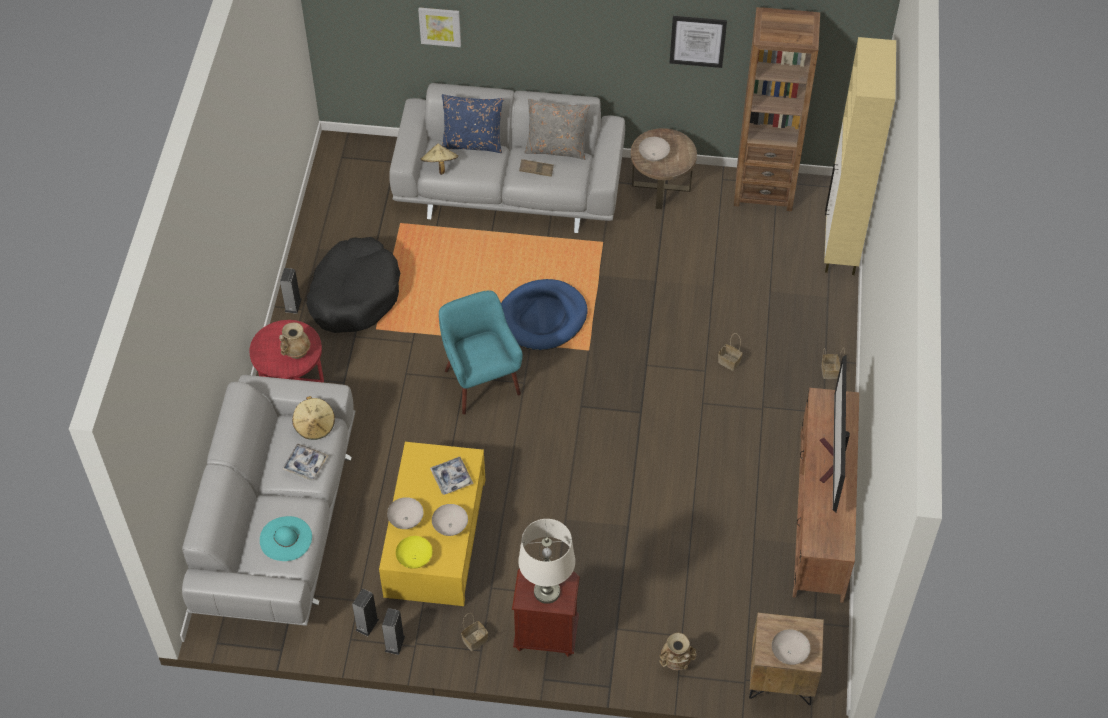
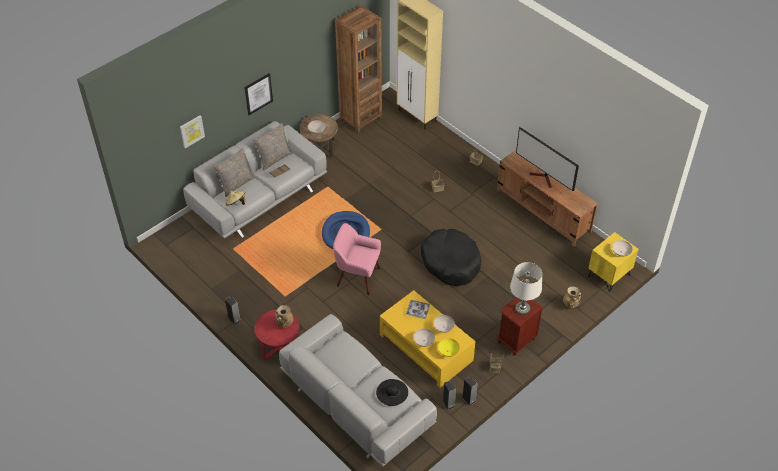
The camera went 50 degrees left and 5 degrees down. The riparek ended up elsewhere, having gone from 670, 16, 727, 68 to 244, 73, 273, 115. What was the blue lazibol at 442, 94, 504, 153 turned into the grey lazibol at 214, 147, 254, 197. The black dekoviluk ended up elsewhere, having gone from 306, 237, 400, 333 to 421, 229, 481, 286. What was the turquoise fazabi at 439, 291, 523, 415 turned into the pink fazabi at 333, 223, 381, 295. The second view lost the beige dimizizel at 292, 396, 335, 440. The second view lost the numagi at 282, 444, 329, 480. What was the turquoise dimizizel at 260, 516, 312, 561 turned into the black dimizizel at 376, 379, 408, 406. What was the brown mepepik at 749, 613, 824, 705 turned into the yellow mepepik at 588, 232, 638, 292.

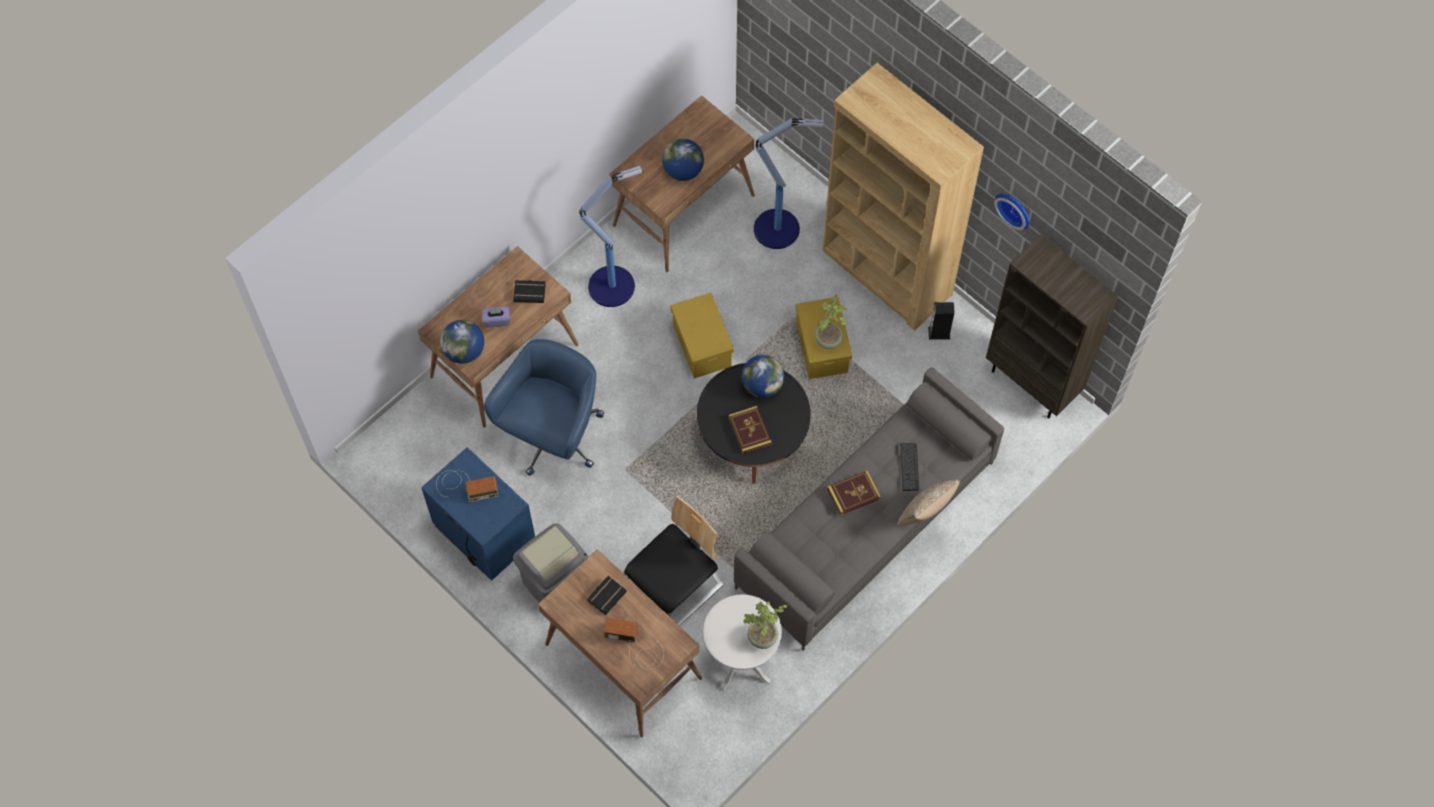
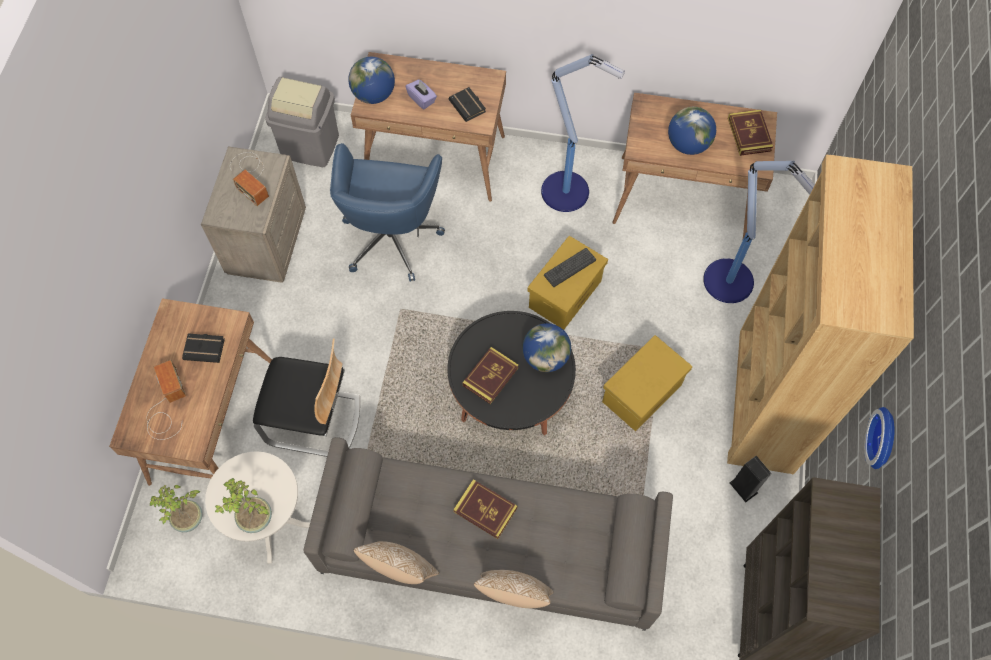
The camera went 55 degrees right and 0 degrees up. The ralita ended up elsewhere, having gone from 815, 294, 846, 349 to 149, 485, 202, 532. The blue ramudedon at 484, 339, 604, 476 ended up facing another way, 105 degrees clockwise from before. The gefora ended up elsewhere, having gone from 900, 443, 919, 491 to 544, 248, 596, 287. What was the blue mepepik at 421, 447, 535, 581 turned into the beige mepepik at 201, 146, 306, 283. The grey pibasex ended up elsewhere, having gone from 513, 523, 588, 603 to 265, 77, 339, 167. The second view gained the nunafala at 728, 109, 773, 156. The second view gained the lazibol at 354, 541, 439, 584.

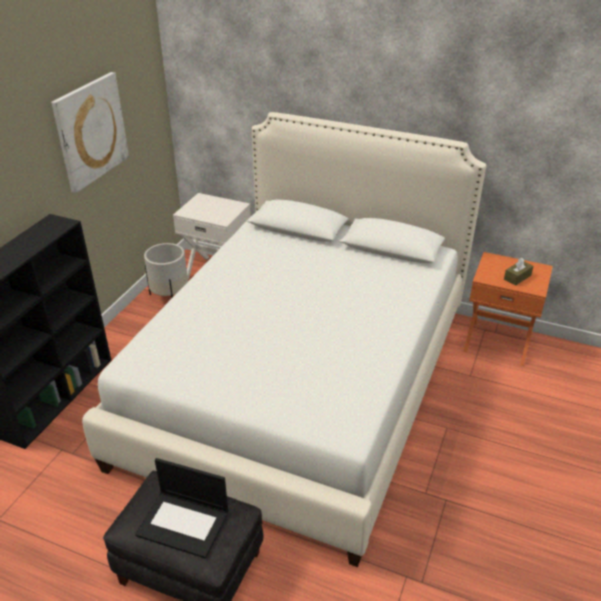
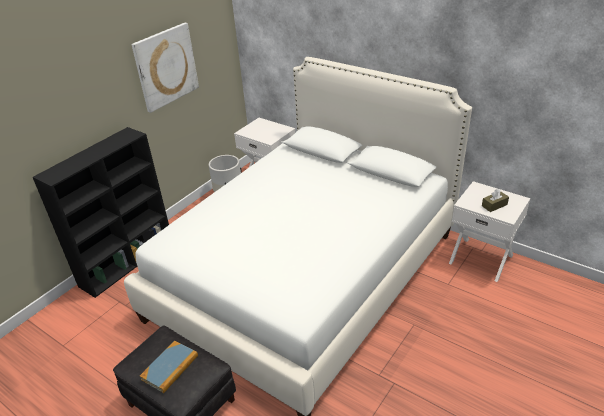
The camera went 15 degrees right and 0 degrees up. What was the orange mepepik at 464, 252, 553, 367 turned into the white mepepik at 449, 181, 530, 282. Where the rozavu stood at 135, 458, 228, 559, the nunafala came to stand at 140, 341, 198, 393.

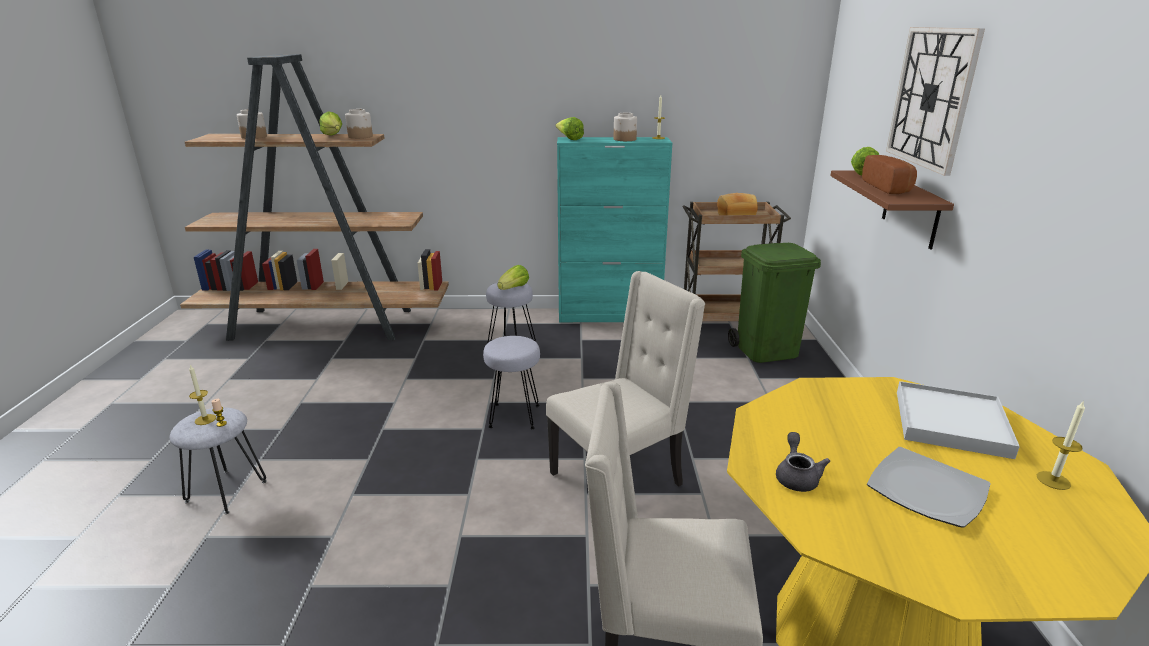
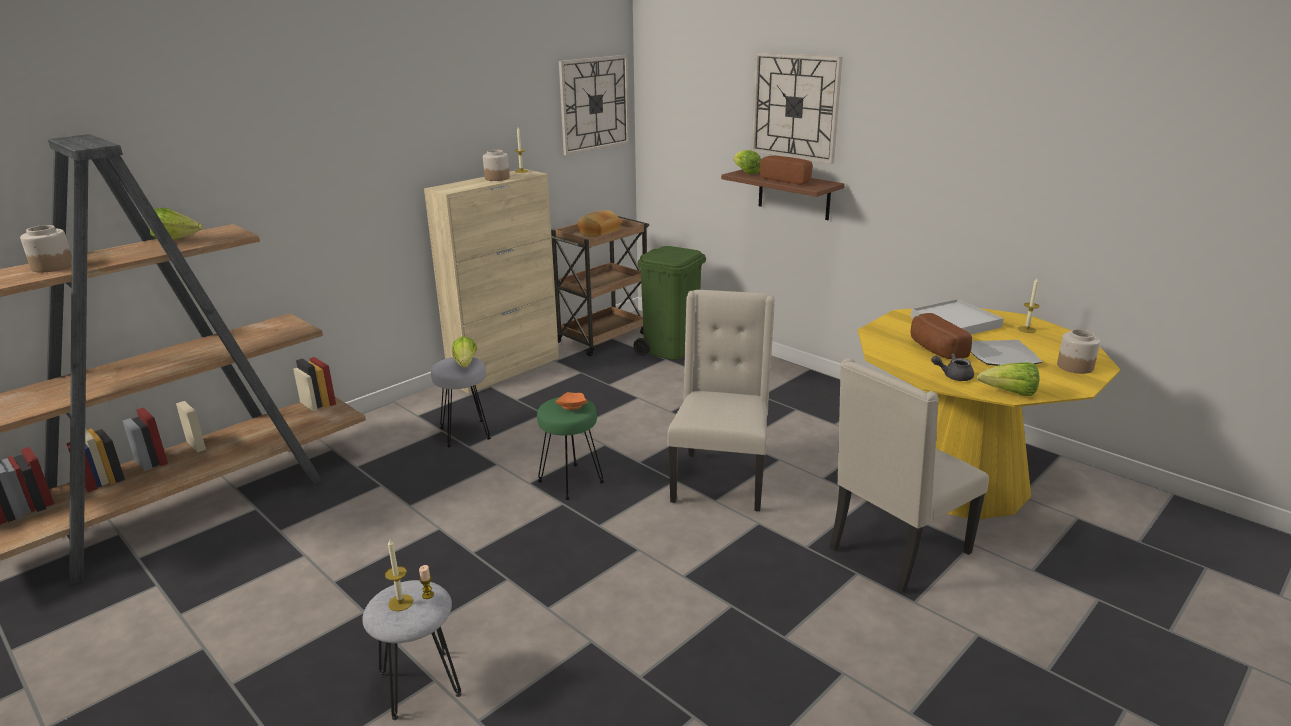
The camera went 45 degrees left and 0 degrees up. The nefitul ended up elsewhere, having gone from 345, 109, 373, 139 to 1057, 329, 1100, 374. The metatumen ended up elsewhere, having gone from 555, 117, 584, 140 to 977, 362, 1040, 396. What was the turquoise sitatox at 557, 137, 673, 322 turned into the beige sitatox at 424, 169, 559, 394. What was the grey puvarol at 483, 336, 540, 429 turned into the green puvarol at 537, 397, 604, 500. The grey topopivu at 776, 432, 830, 492 ended up facing another way, 45 degrees counterclockwise from before. The second view gained the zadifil at 559, 55, 630, 155. The second view gained the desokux at 911, 313, 972, 359. The second view gained the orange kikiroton at 556, 392, 588, 410.

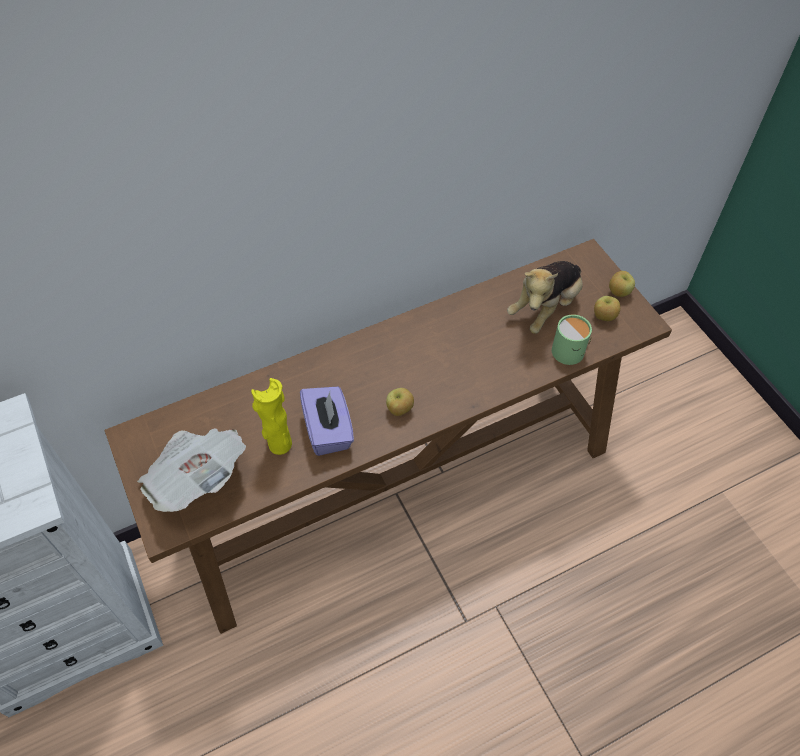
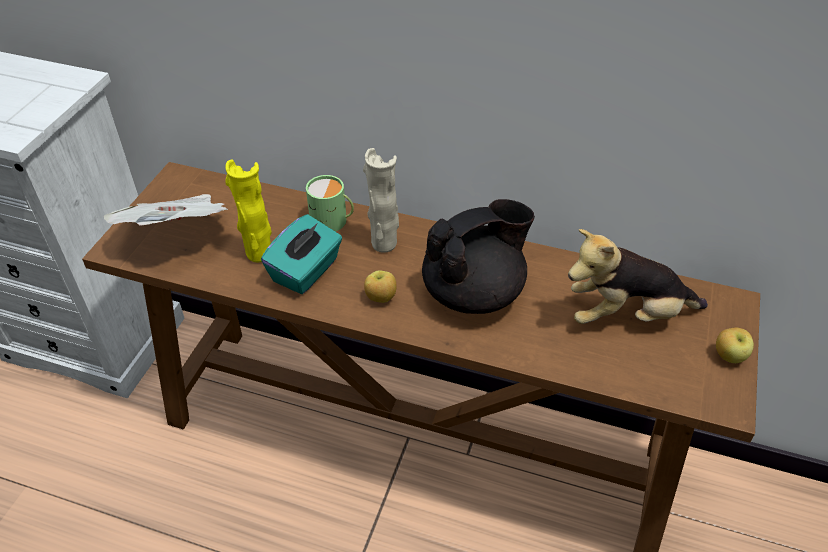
The camera went 45 degrees right and 10 degrees down. The second view lost the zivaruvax at 594, 296, 620, 321. The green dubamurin ended up elsewhere, having gone from 552, 314, 592, 365 to 306, 175, 354, 232. What was the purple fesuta at 300, 387, 354, 456 turned into the turquoise fesuta at 261, 214, 343, 294. The second view gained the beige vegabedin at 363, 148, 399, 253. The second view gained the black topopivu at 422, 199, 535, 314.

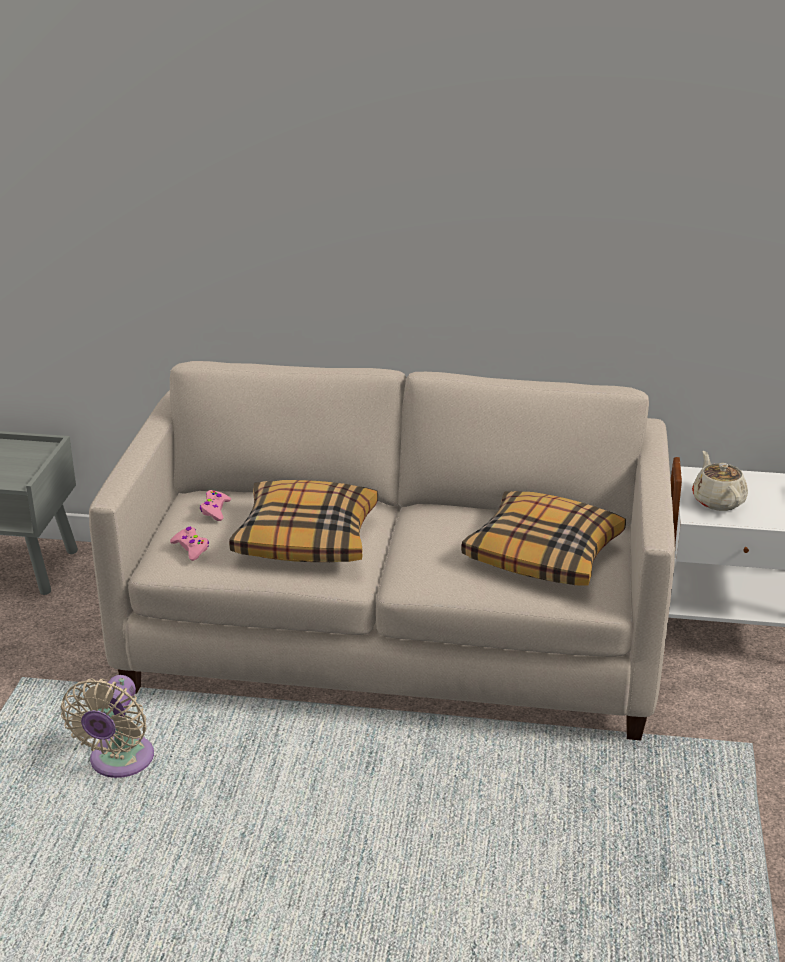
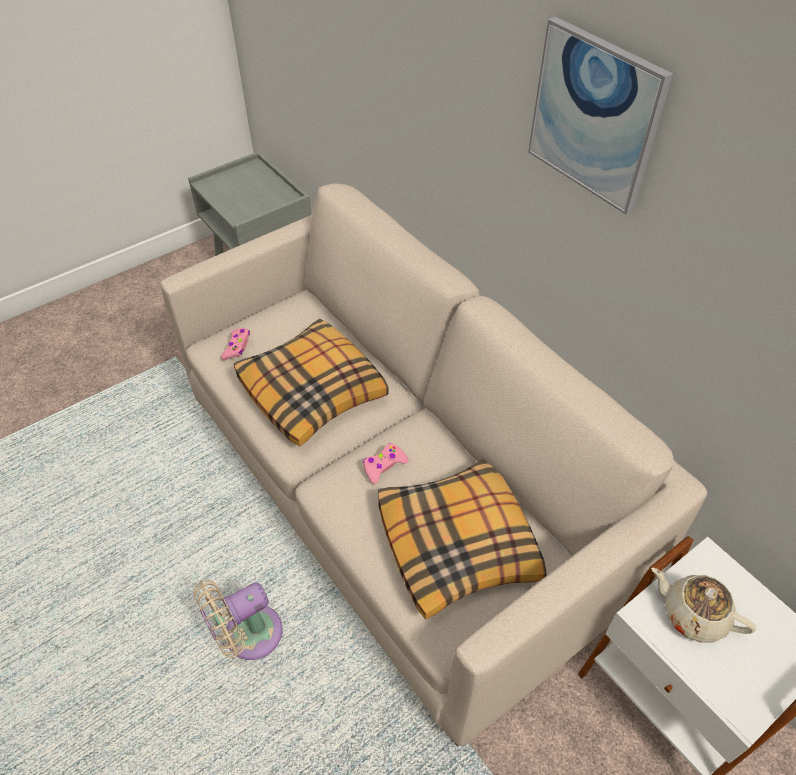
The camera went 45 degrees right and 20 degrees up. The beige topopivu at 692, 451, 748, 511 ended up facing another way, 90 degrees counterclockwise from before. The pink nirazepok ended up elsewhere, having gone from 200, 490, 231, 521 to 363, 443, 409, 484. The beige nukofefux ended up elsewhere, having gone from 61, 675, 154, 778 to 193, 579, 282, 660. The second view gained the riparek at 528, 17, 673, 215.

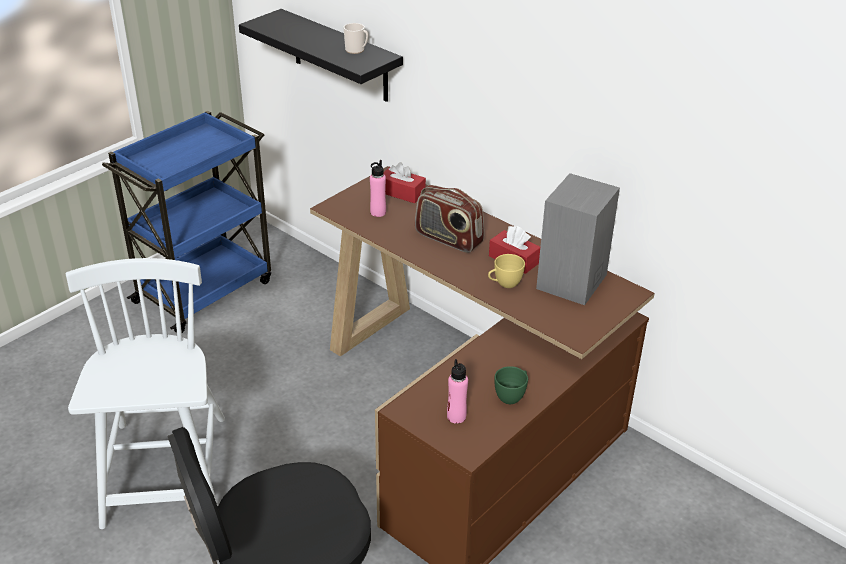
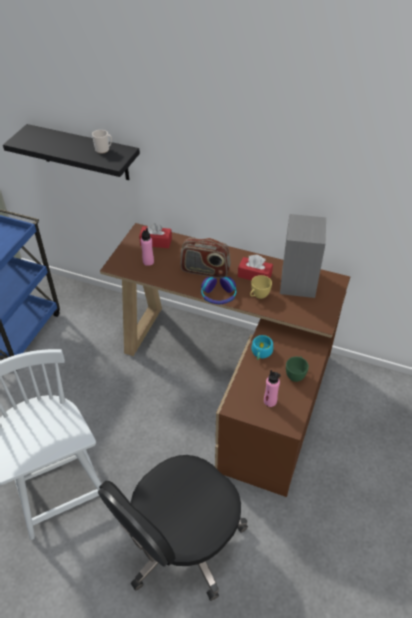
The camera went 20 degrees left and 10 degrees up. The second view gained the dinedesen at 201, 277, 237, 304. The second view gained the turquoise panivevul at 251, 335, 273, 360.

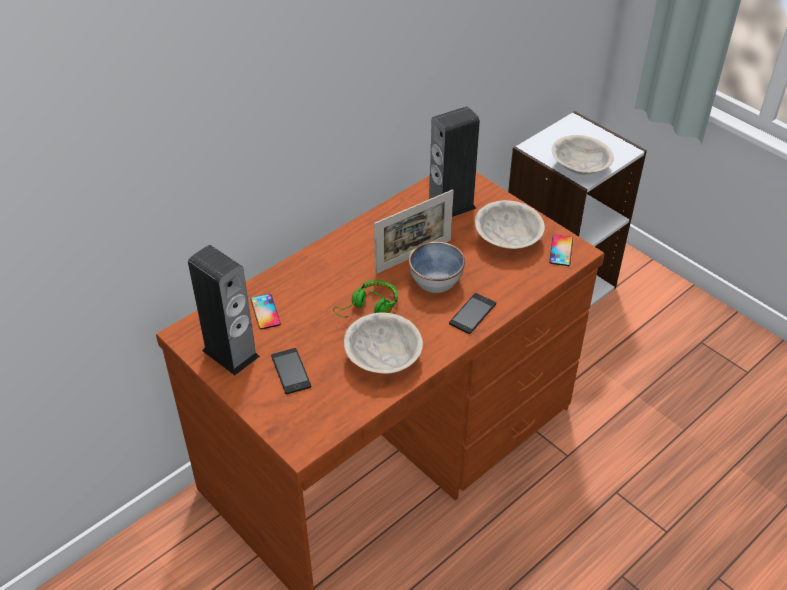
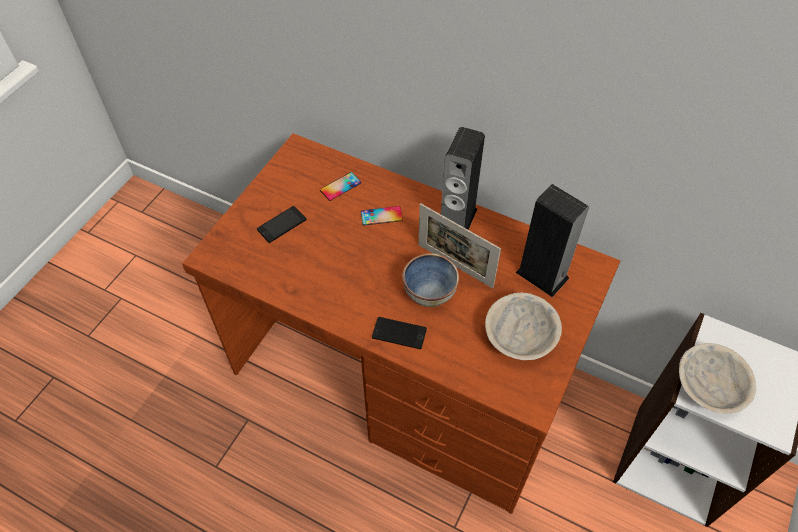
The camera went 70 degrees right and 10 degrees up. The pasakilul ended up elsewhere, having gone from 549, 235, 573, 266 to 361, 206, 403, 225. The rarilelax ended up elsewhere, having gone from 188, 245, 260, 375 to 441, 127, 485, 230. The second view lost the green dinedesen at 333, 280, 398, 318. The second view lost the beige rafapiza at 344, 312, 423, 374.

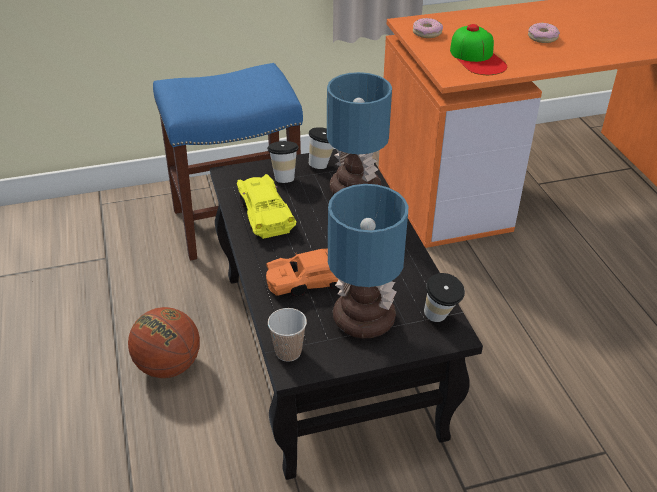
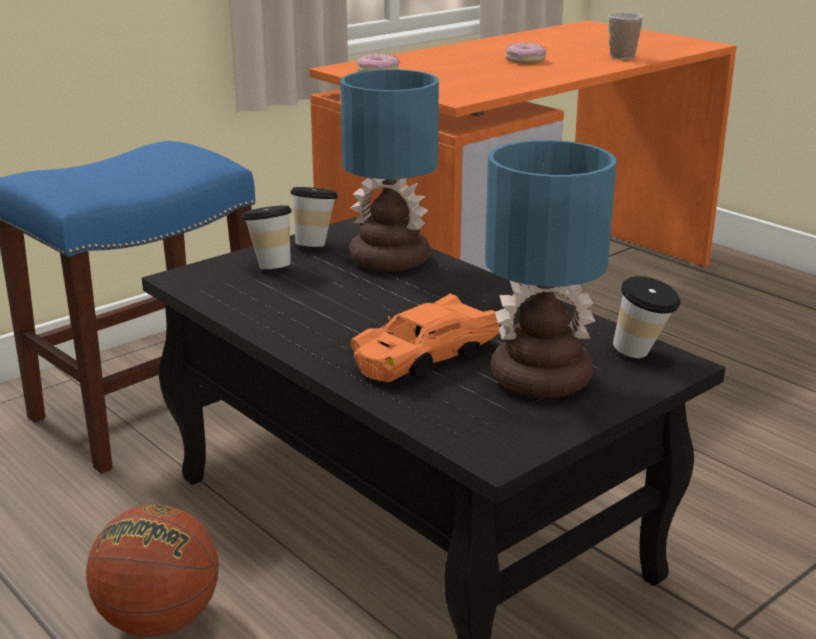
The camera went 25 degrees left and 15 degrees down. The second view lost the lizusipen at 450, 24, 507, 75. The second view lost the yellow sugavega at 237, 174, 297, 239. The panivevul ended up elsewhere, having gone from 268, 308, 307, 362 to 608, 13, 644, 59.

